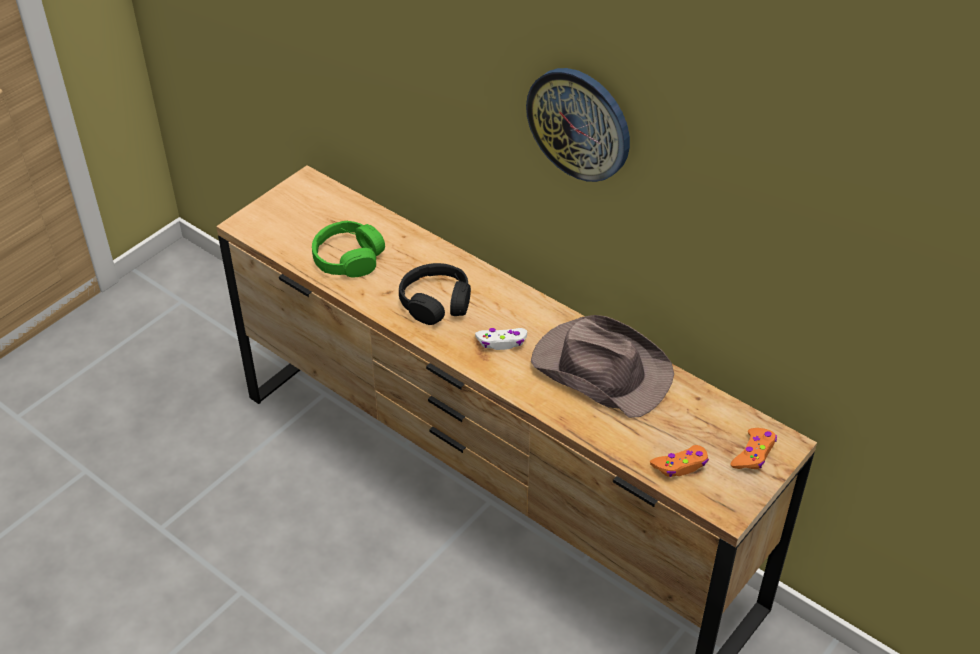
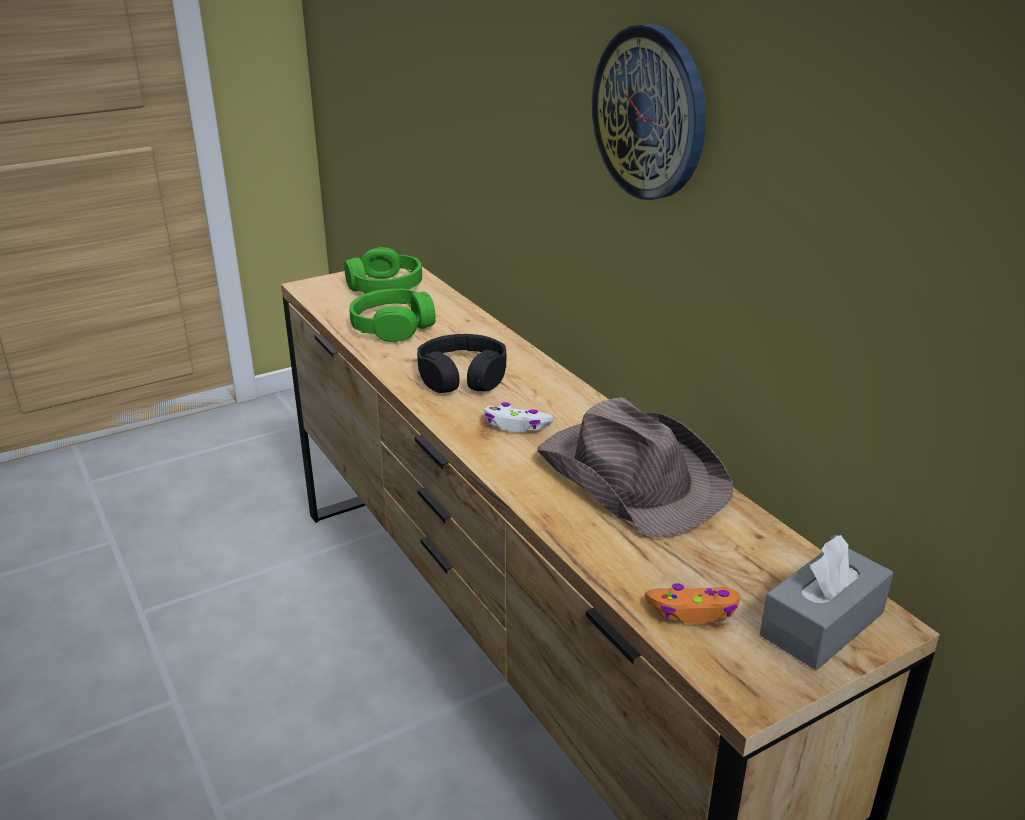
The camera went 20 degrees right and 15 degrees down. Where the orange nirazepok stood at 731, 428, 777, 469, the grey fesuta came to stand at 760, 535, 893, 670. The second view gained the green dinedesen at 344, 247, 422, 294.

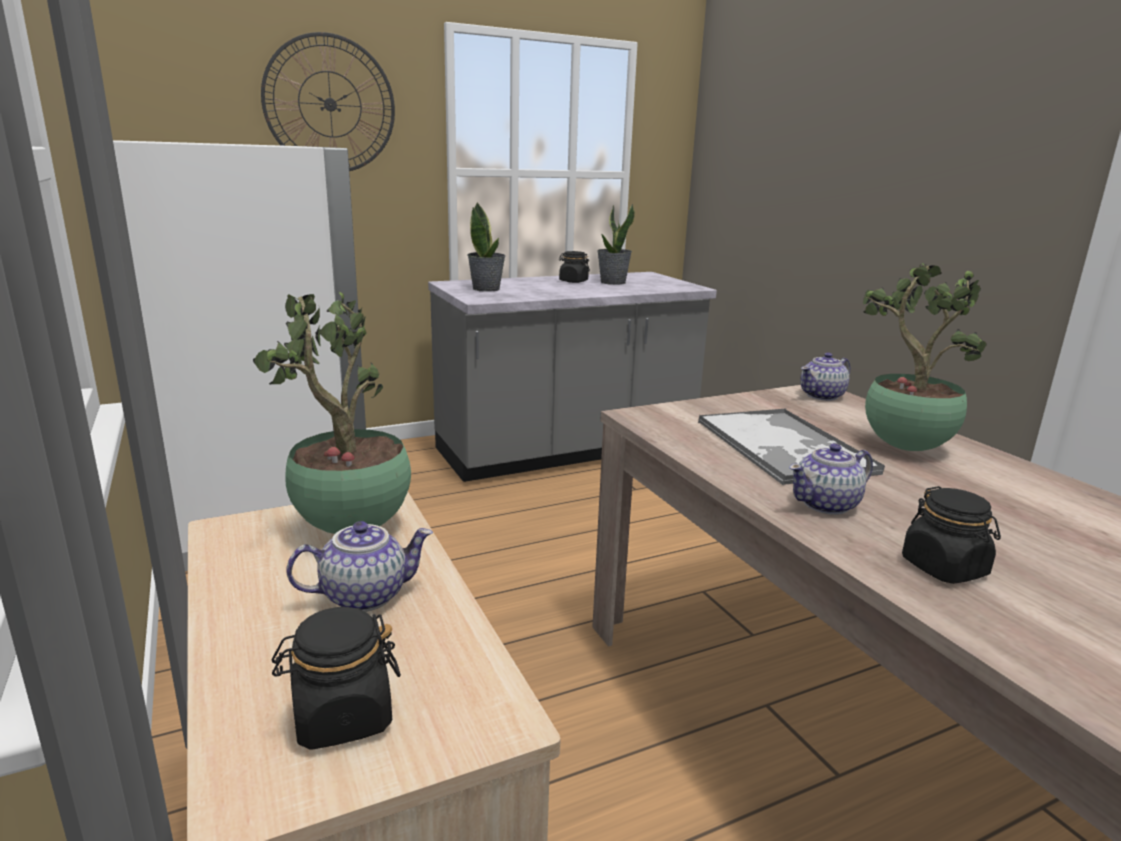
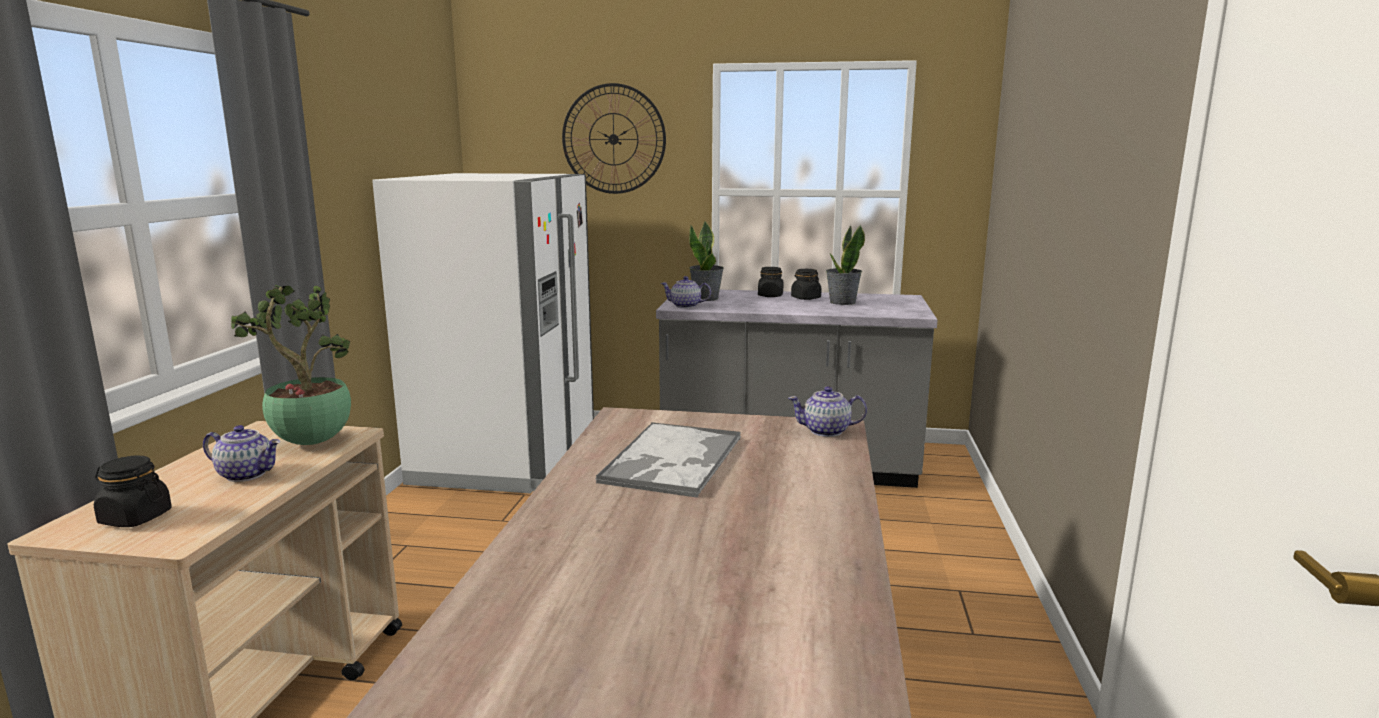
The camera went 35 degrees right and 5 degrees down. The second view lost the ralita at 863, 263, 987, 451. The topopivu ended up elsewhere, having gone from 789, 443, 873, 515 to 661, 276, 711, 308. The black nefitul ended up elsewhere, having gone from 902, 486, 1001, 584 to 758, 267, 783, 297.

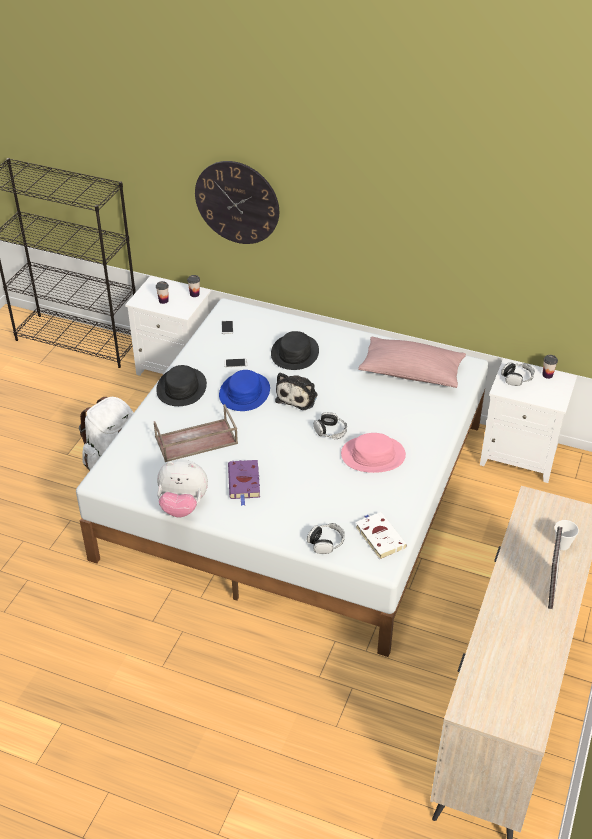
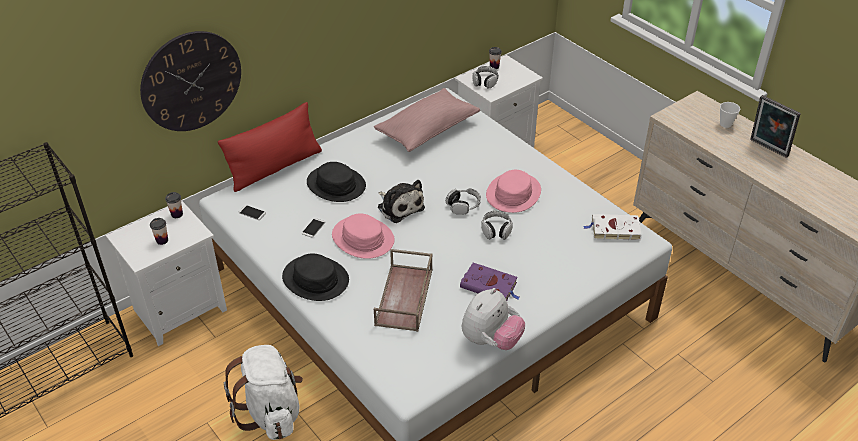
The camera went 60 degrees left and 0 degrees up. What was the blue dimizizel at 219, 370, 270, 411 turned into the pink dimizizel at 332, 213, 395, 259. The dinedesen ended up elsewhere, having gone from 307, 523, 345, 554 to 481, 210, 513, 240. The second view gained the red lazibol at 218, 102, 322, 192.

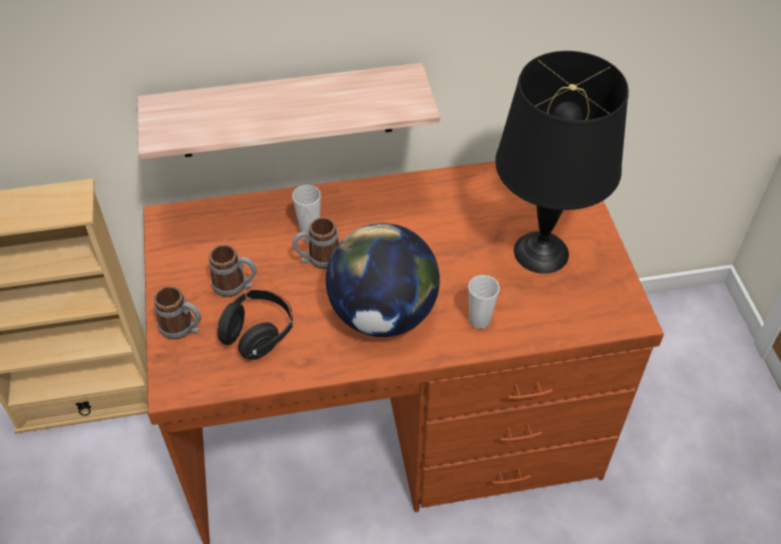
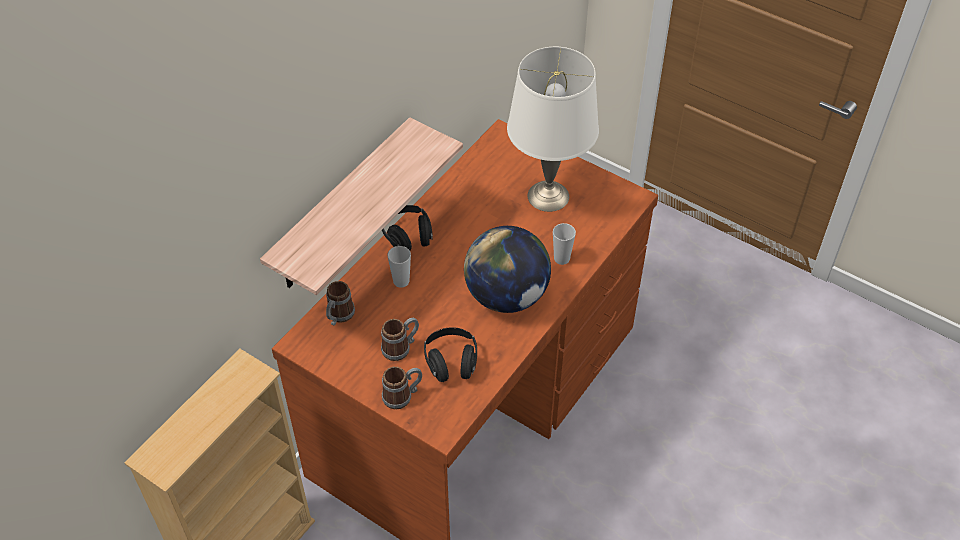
The camera went 45 degrees left and 0 degrees up. What was the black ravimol at 495, 51, 629, 274 turned into the white ravimol at 507, 47, 599, 212. The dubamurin ended up elsewhere, having gone from 292, 217, 339, 269 to 326, 281, 355, 326. The second view gained the black dinedesen at 382, 205, 433, 251.

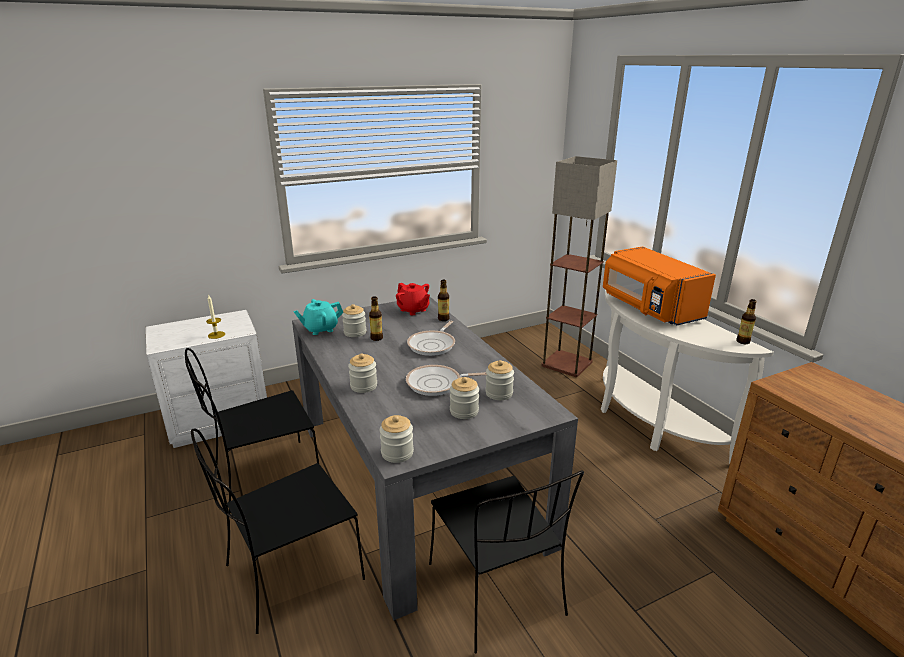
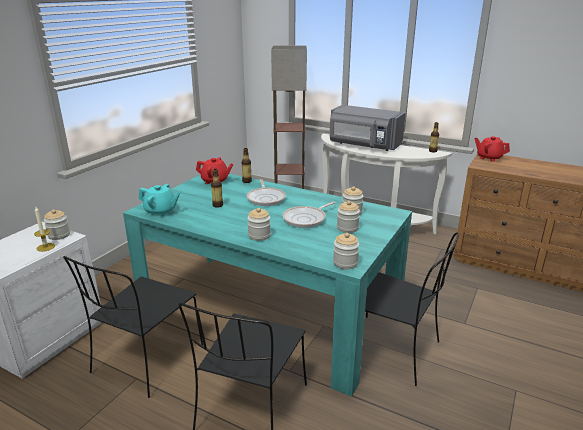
The camera went 35 degrees left and 0 degrees up. What was the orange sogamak at 603, 246, 716, 325 turned into the grey sogamak at 330, 105, 406, 151. What was the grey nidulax at 292, 297, 578, 620 turned into the turquoise nidulax at 123, 174, 412, 396. The turquoise topopivu at 293, 299, 343, 335 ended up facing another way, 105 degrees counterclockwise from before. The nefitul ended up elsewhere, having gone from 342, 304, 366, 337 to 44, 209, 70, 240. The second view gained the red topopivu at 474, 136, 510, 162.

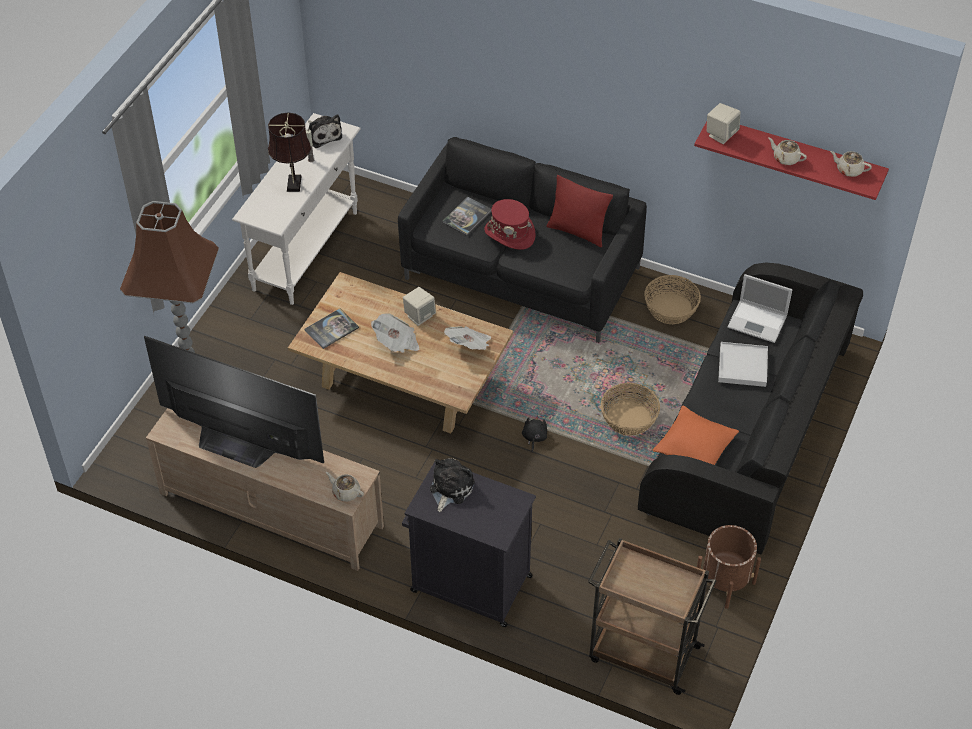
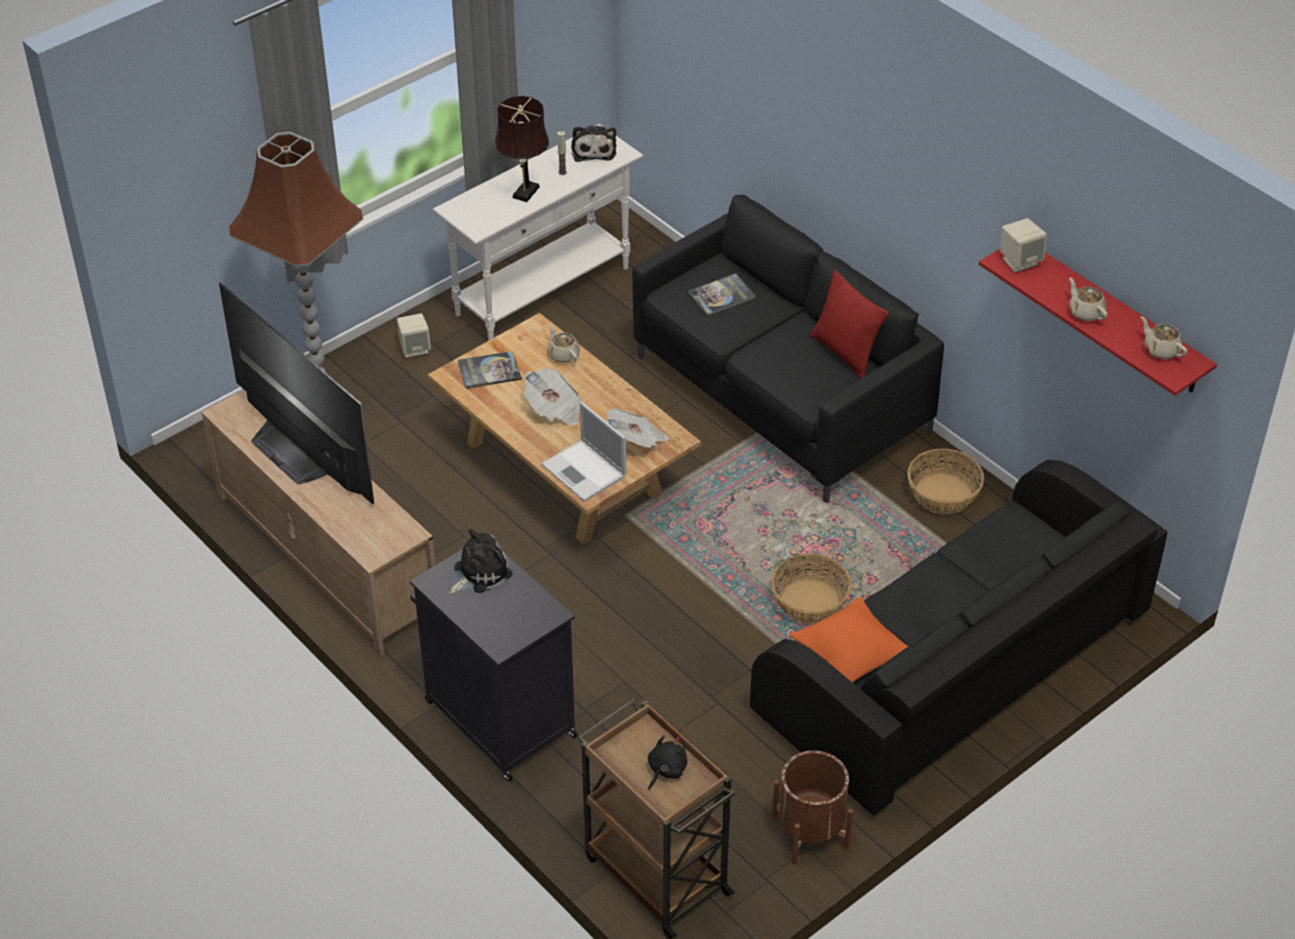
The camera went 25 degrees right and 5 degrees down. The second view lost the red dimizizel at 484, 199, 536, 250. The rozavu ended up elsewhere, having gone from 727, 274, 793, 343 to 541, 402, 626, 502. The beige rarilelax ended up elsewhere, having gone from 403, 287, 436, 326 to 397, 313, 431, 358. The second view lost the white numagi at 718, 342, 768, 387. The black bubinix ended up elsewhere, having gone from 522, 415, 547, 452 to 648, 735, 688, 790. The beige topopivu ended up elsewhere, having gone from 326, 472, 364, 502 to 548, 325, 580, 363.

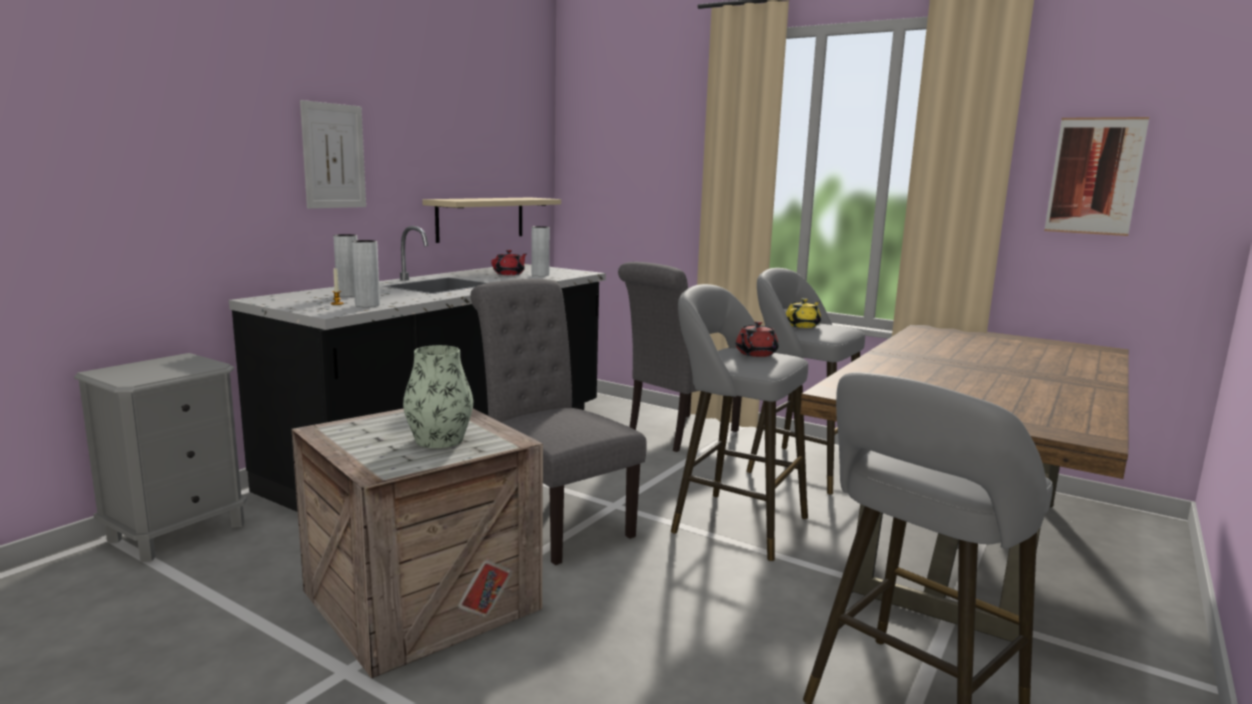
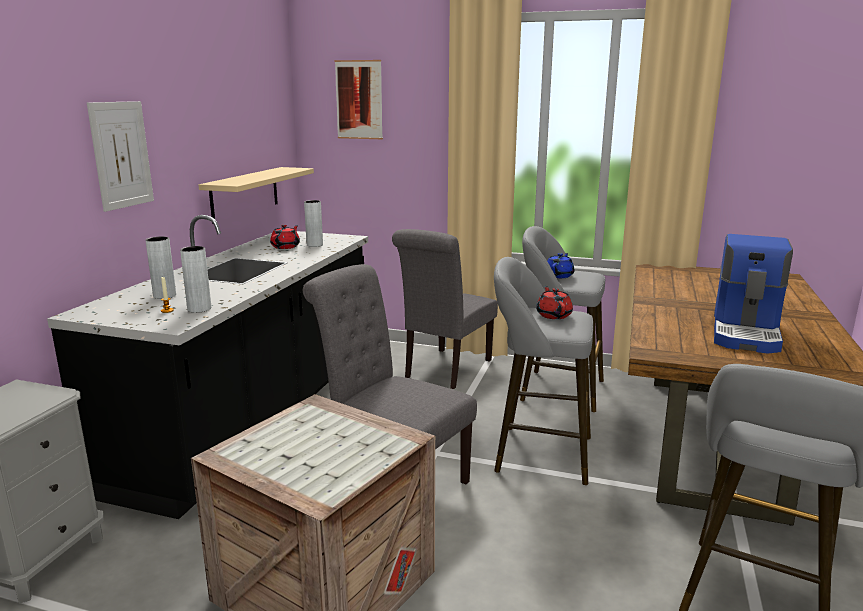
The camera went 15 degrees left and 5 degrees up. The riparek ended up elsewhere, having gone from 1044, 117, 1149, 236 to 335, 60, 383, 139. What was the yellow topopivu at 786, 298, 821, 328 turned into the blue topopivu at 547, 253, 574, 278. The red topopivu at 736, 321, 779, 357 ended up facing another way, 150 degrees clockwise from before. The second view lost the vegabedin at 403, 345, 473, 448. The second view gained the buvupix at 714, 234, 793, 354.

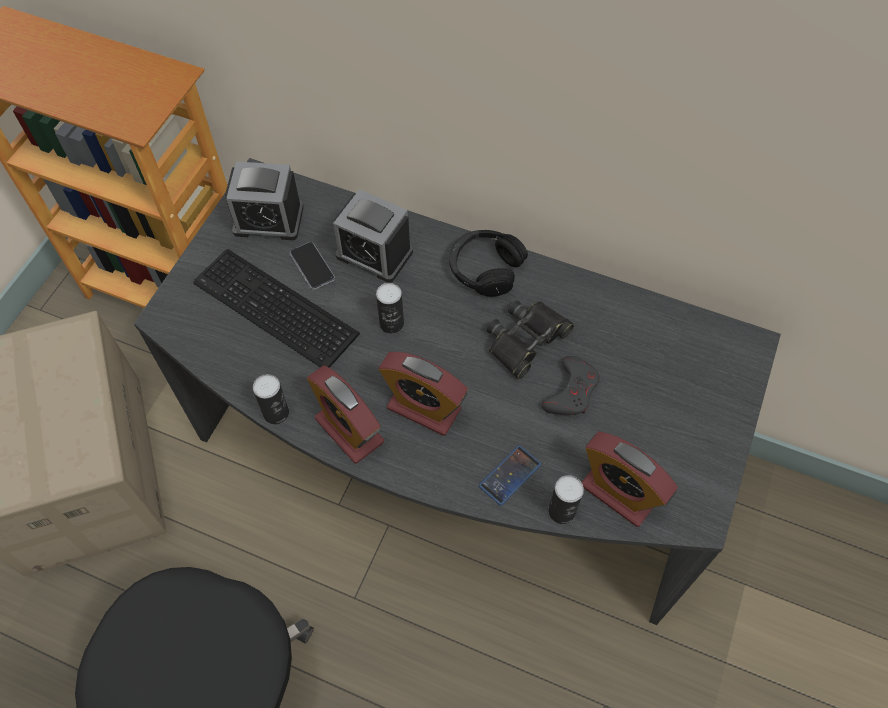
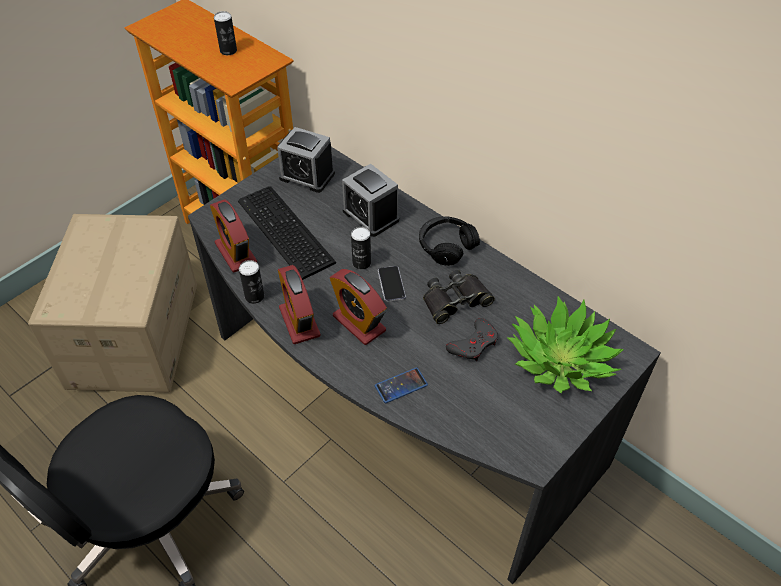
The camera went 20 degrees right and 10 degrees down. The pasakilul ended up elsewhere, having gone from 290, 242, 335, 290 to 378, 266, 406, 302. The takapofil ended up elsewhere, having gone from 582, 431, 678, 527 to 210, 200, 257, 272. The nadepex ended up elsewhere, having gone from 548, 475, 584, 524 to 214, 11, 237, 55. The second view gained the ralita at 507, 296, 623, 393.

